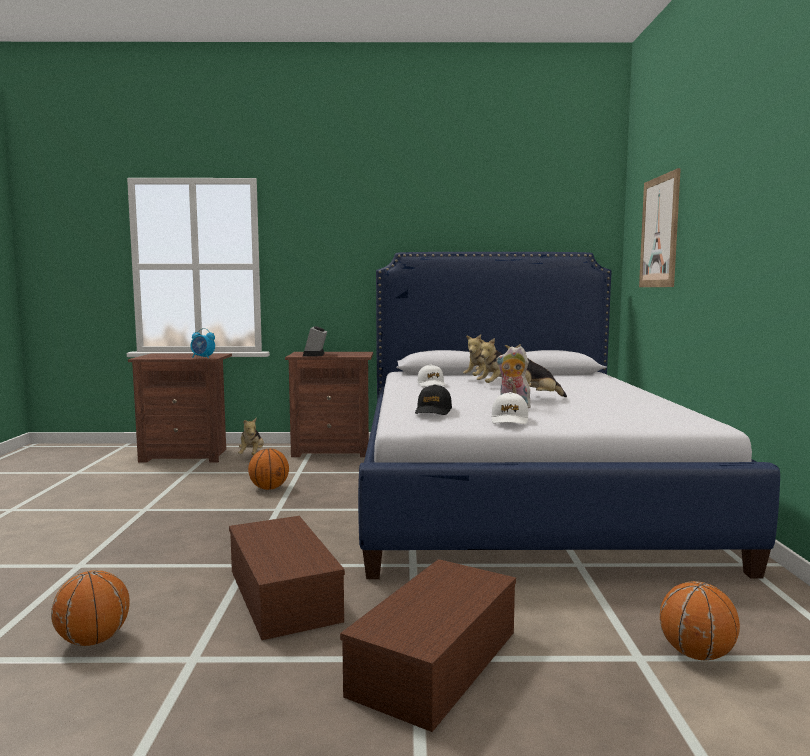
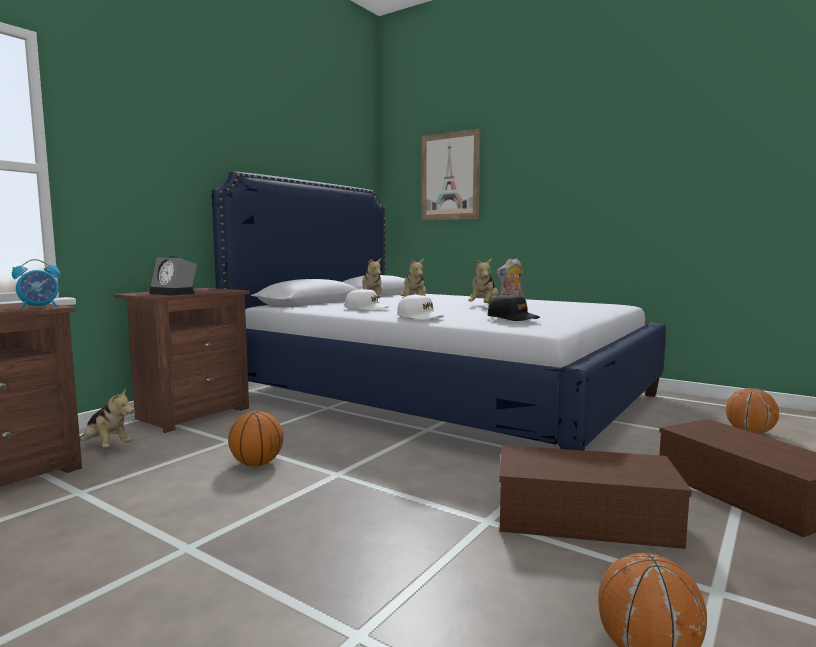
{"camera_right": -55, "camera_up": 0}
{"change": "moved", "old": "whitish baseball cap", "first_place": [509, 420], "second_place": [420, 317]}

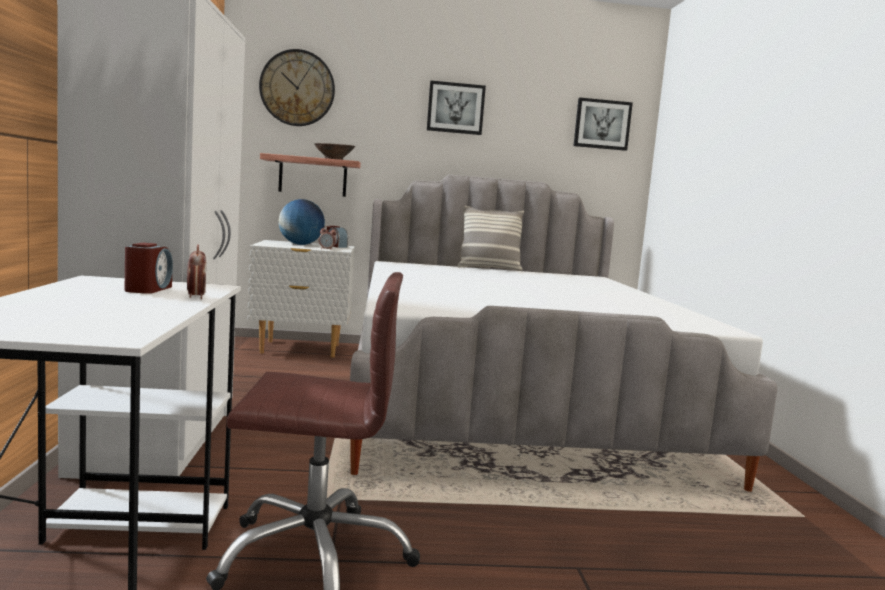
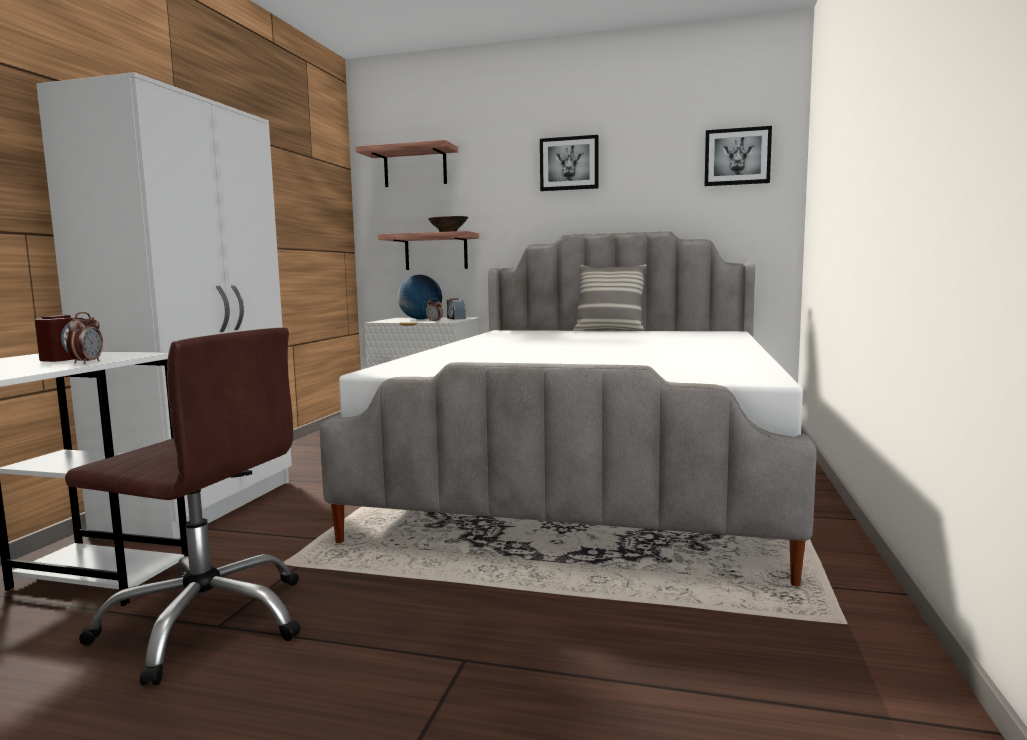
{"camera_right": 20, "camera_up": 0}
{"change": "replaced", "old": "wall clock", "new": "shelf", "first_place": [297, 88], "second_place": [415, 167]}

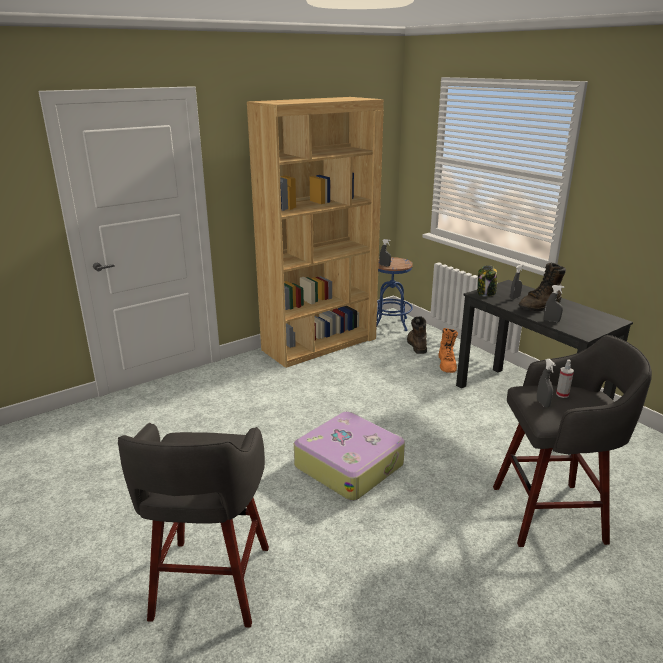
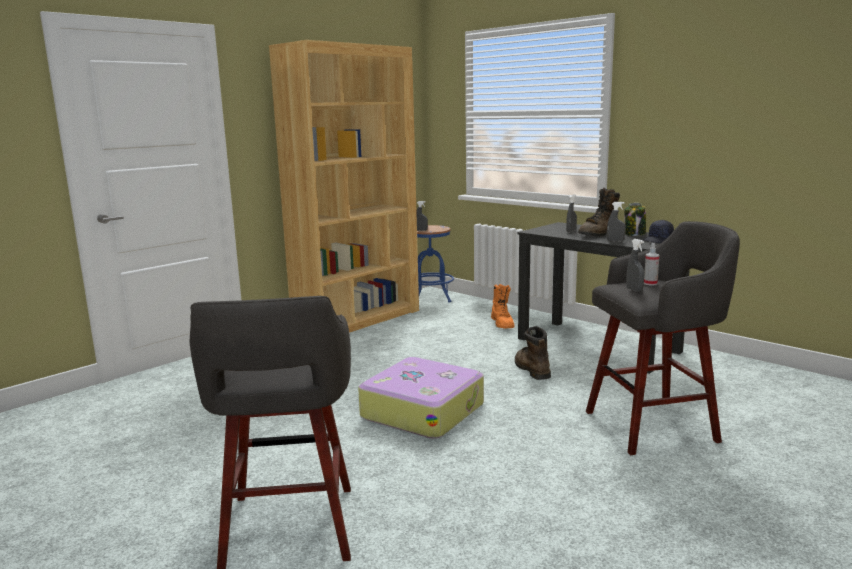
{"camera_right": -10, "camera_up": -10}
{"change": "moved", "old": "jar", "first_place": [486, 293], "second_place": [635, 234]}
{"change": "moved", "old": "brown tall boot", "first_place": [416, 345], "second_place": [531, 369]}
{"change": "added", "new": "blackish baseball cap", "second_place": [658, 240]}

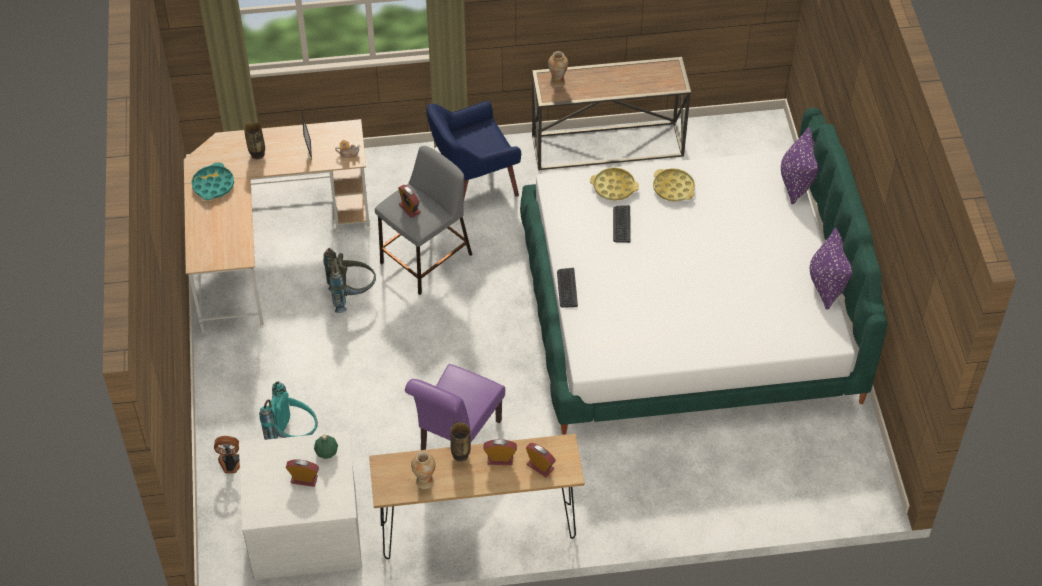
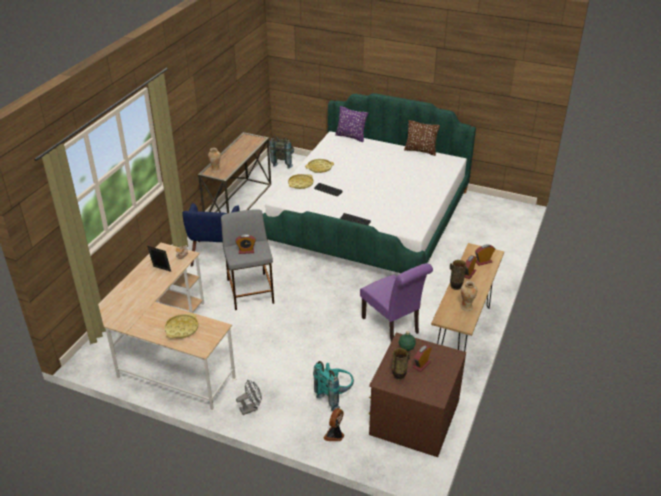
{"camera_right": -60, "camera_up": -15}
{"change": "moved", "old": "flower vase", "first_place": [257, 154], "second_place": [399, 376]}
{"change": "removed", "old": "blue-green tray", "first_place": [213, 185]}
{"change": "recoloured", "old": "purple-coloured pillow", "new": "brown pillow", "first_place": [826, 286], "second_place": [420, 151]}
{"change": "moved", "old": "greyish rucksack", "first_place": [351, 295], "second_place": [283, 162]}
{"change": "recoloured", "old": "whitish dresser", "new": "brown dresser", "first_place": [305, 529], "second_place": [413, 417]}
{"change": "added", "new": "yellowish tray", "second_place": [181, 329]}
{"change": "added", "new": "greyish electric fan", "second_place": [251, 408]}

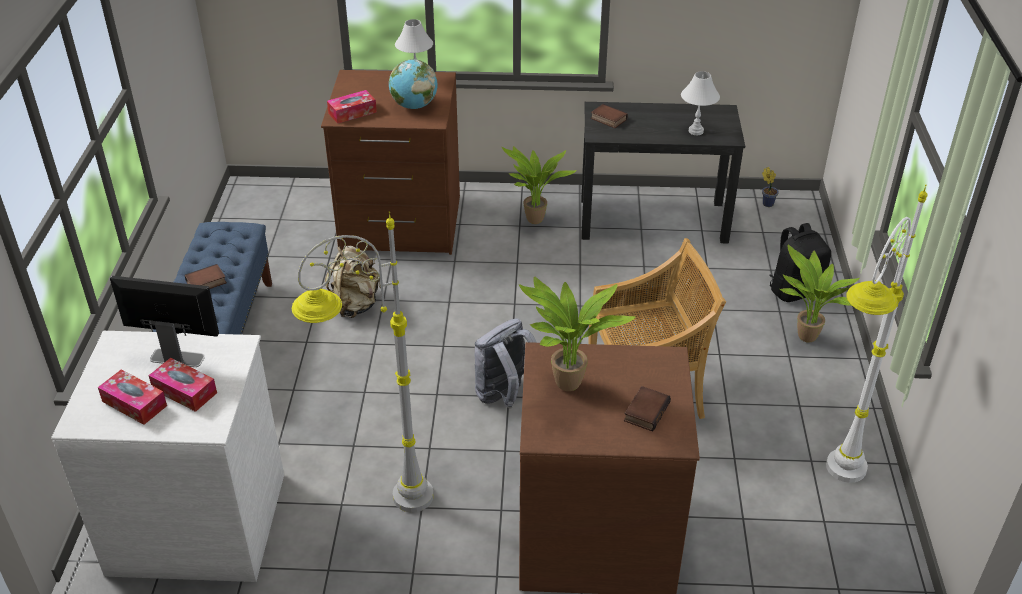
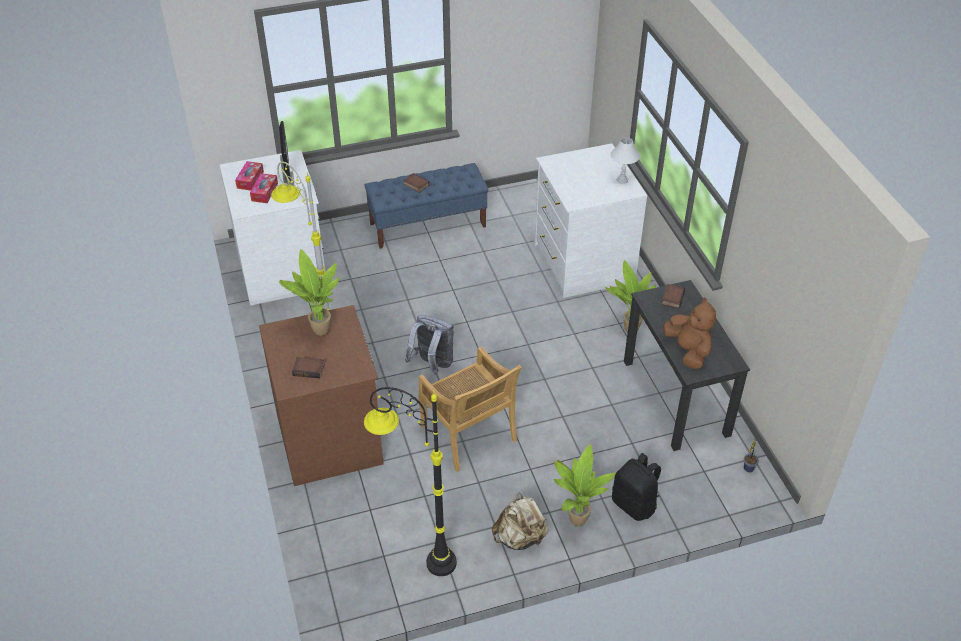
{"camera_right": 70, "camera_up": 5}
{"change": "removed", "old": "desk globe", "first_place": [414, 106]}
{"change": "recoloured", "old": "brown dresser", "new": "whitish dresser", "first_place": [400, 224], "second_place": [582, 263]}
{"change": "replaced", "old": "whitish lamp for a table", "new": "brown cuddly toy", "first_place": [695, 131], "second_place": [688, 351]}
{"change": "removed", "old": "box of tissues", "first_place": [352, 113]}
{"change": "recoloured", "old": "whitish standard lamp", "new": "blackish standard lamp", "first_place": [830, 488], "second_place": [416, 556]}
{"change": "moved", "old": "sand-coloured rucksack", "first_place": [355, 304], "second_place": [520, 538]}

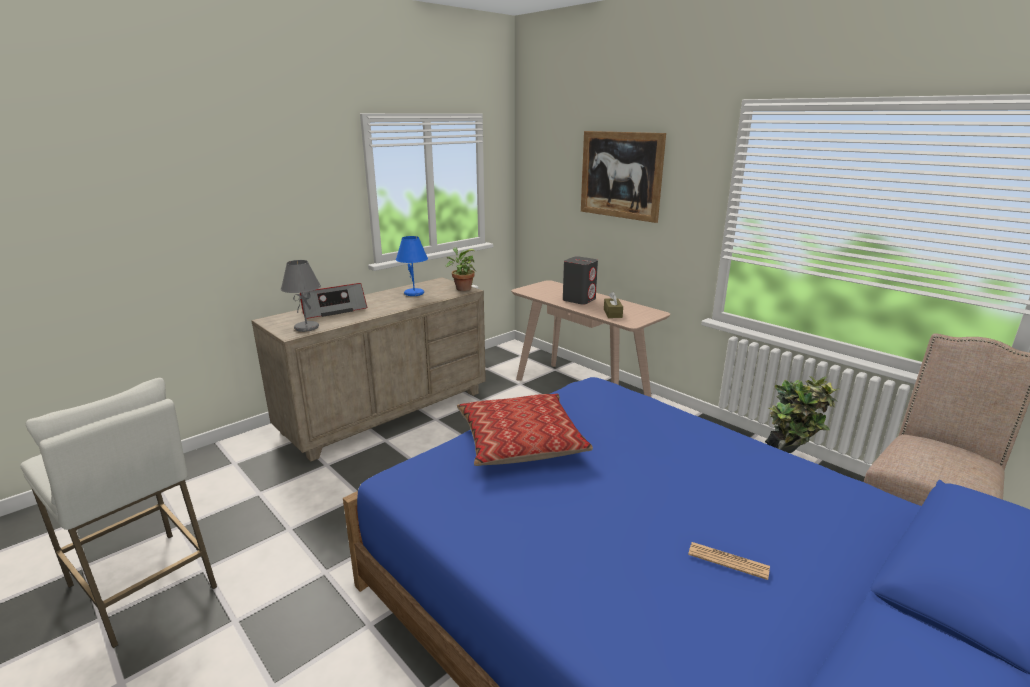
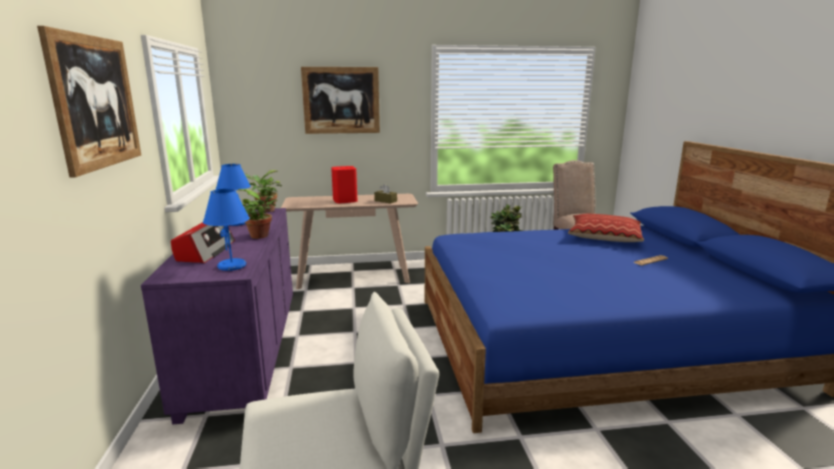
{"camera_right": -55, "camera_up": -5}
{"change": "recoloured", "old": "greyish loudspeaker", "new": "red loudspeaker", "first_place": [579, 300], "second_place": [345, 200]}
{"change": "recoloured", "old": "greyish lamp for a table", "new": "bluish lamp for a table", "first_place": [306, 328], "second_place": [232, 266]}
{"change": "recoloured", "old": "sand-coloured dresser", "new": "purple-coloured dresser", "first_place": [386, 412], "second_place": [244, 354]}
{"change": "moved", "old": "pillow", "first_place": [520, 440], "second_place": [604, 237]}
{"change": "added", "new": "picture", "second_place": [96, 102]}
{"change": "added", "new": "houseplant", "second_place": [262, 236]}

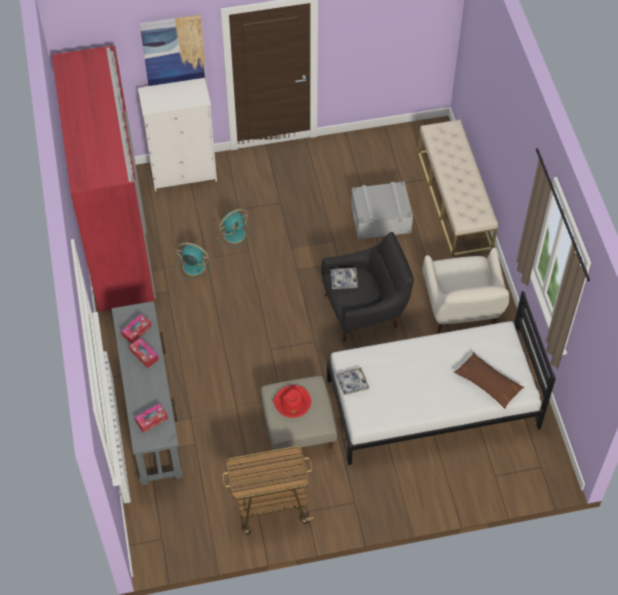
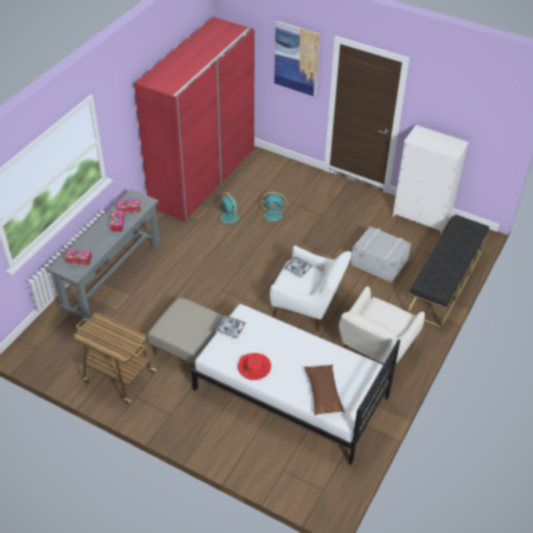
{"camera_right": 40, "camera_up": -10}
{"change": "moved", "old": "whitish dresser", "first_place": [184, 174], "second_place": [422, 217]}
{"change": "recoloured", "old": "sand-coloured indoor bench", "new": "blackish indoor bench", "first_place": [454, 200], "second_place": [445, 282]}
{"change": "recoloured", "old": "blackish lounge chair", "new": "whitish lounge chair", "first_place": [364, 310], "second_place": [308, 307]}
{"change": "moved", "old": "red wearable hat", "first_place": [292, 403], "second_place": [254, 368]}

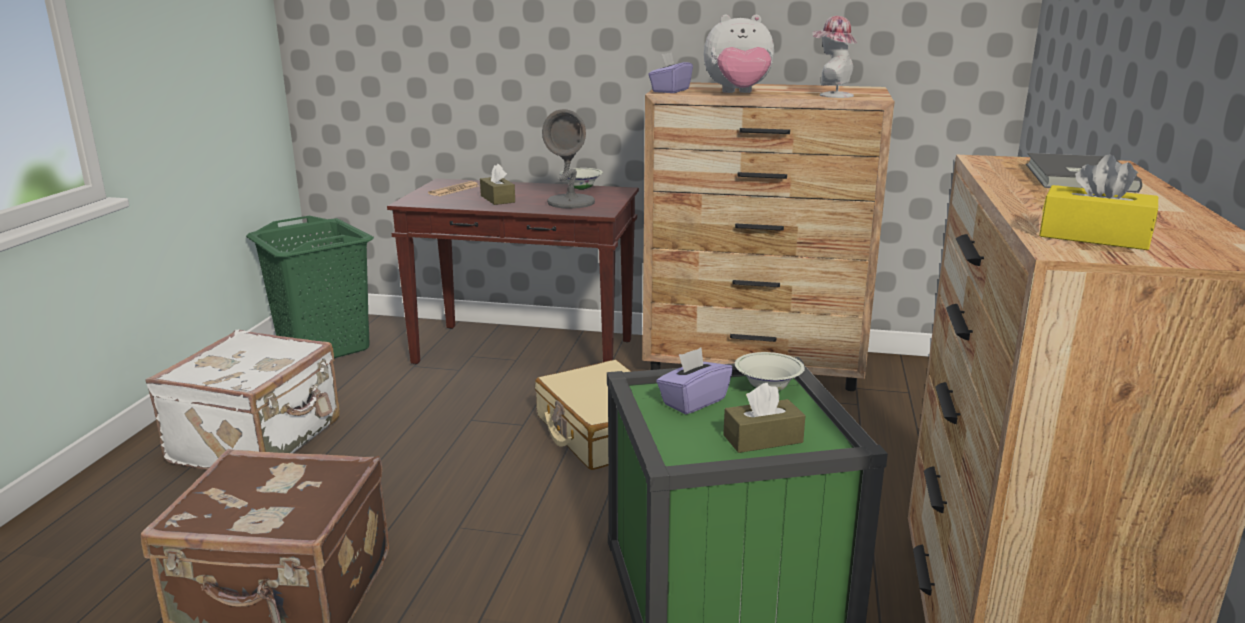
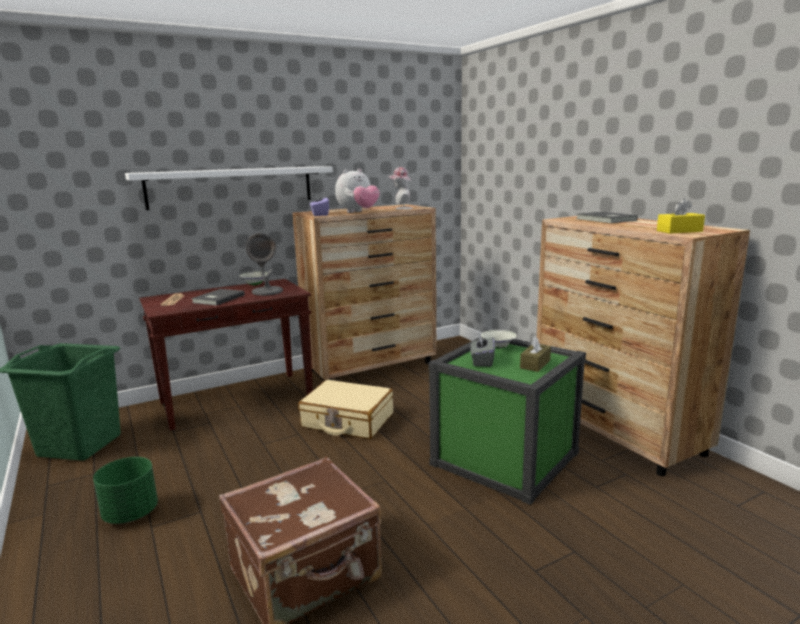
{"camera_right": -40, "camera_up": -5}
{"change": "replaced", "old": "brown box of tissues", "new": "greyish volume", "first_place": [497, 199], "second_place": [217, 299]}
{"change": "replaced", "old": "whitish travel case", "new": "green-coloured flower pot", "first_place": [259, 441], "second_place": [130, 514]}
{"change": "recoloured", "old": "purple-coloured box of tissues", "new": "greyish box of tissues", "first_place": [693, 401], "second_place": [482, 361]}
{"change": "added", "new": "whitish shelf", "second_place": [231, 187]}

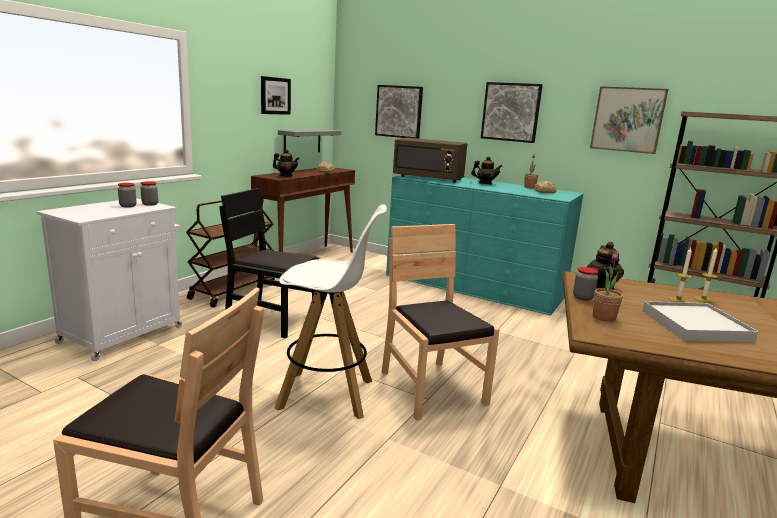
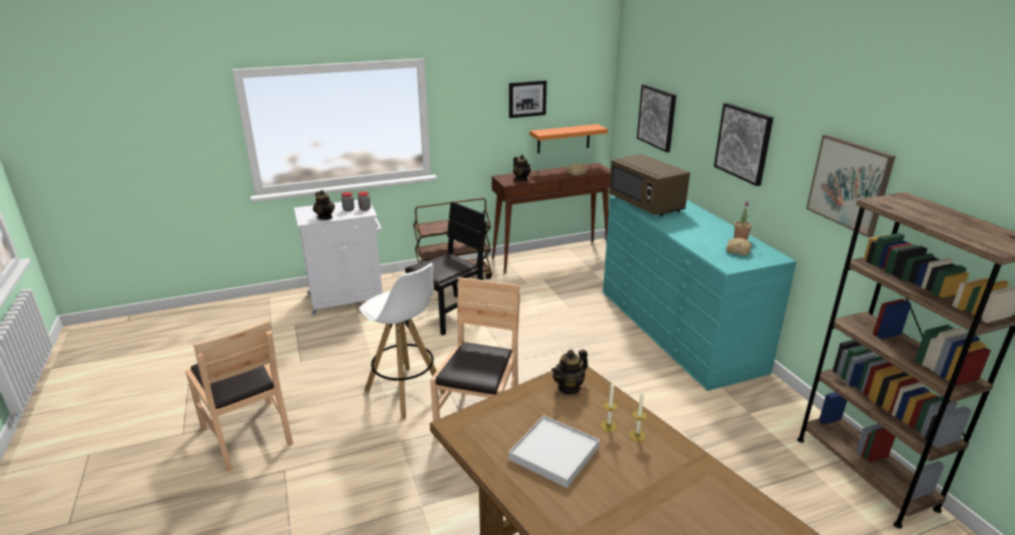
{"camera_right": 40, "camera_up": 10}
{"change": "recoloured", "old": "greyish shelf", "new": "orangey shelf", "first_place": [302, 141], "second_place": [563, 138]}
{"change": "moved", "old": "pot for tea", "first_place": [485, 183], "second_place": [325, 217]}
{"change": "turned", "old": "blackish plain chair", "first_place": [272, 319], "second_place": [448, 314], "degrees": 75}
{"change": "removed", "old": "houseplant", "first_place": [604, 317]}
{"change": "removed", "old": "jar", "first_place": [583, 297]}

